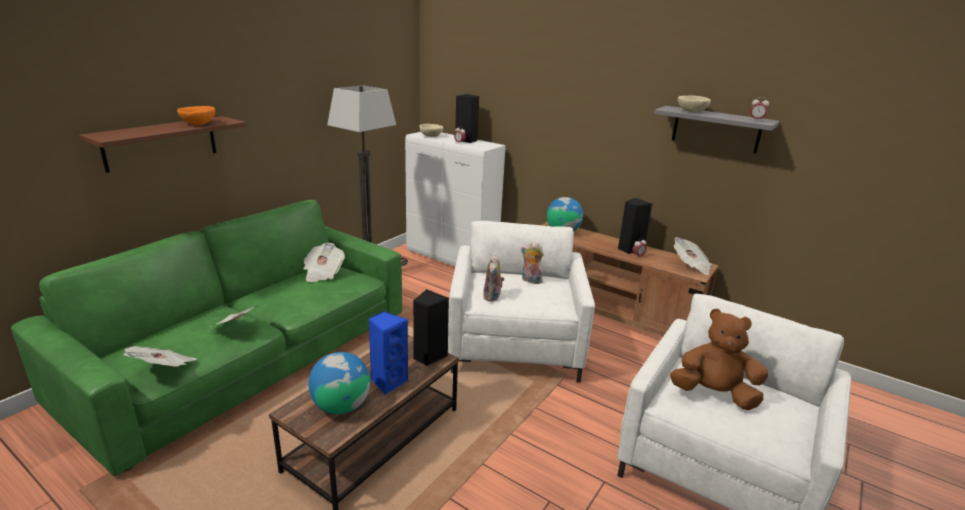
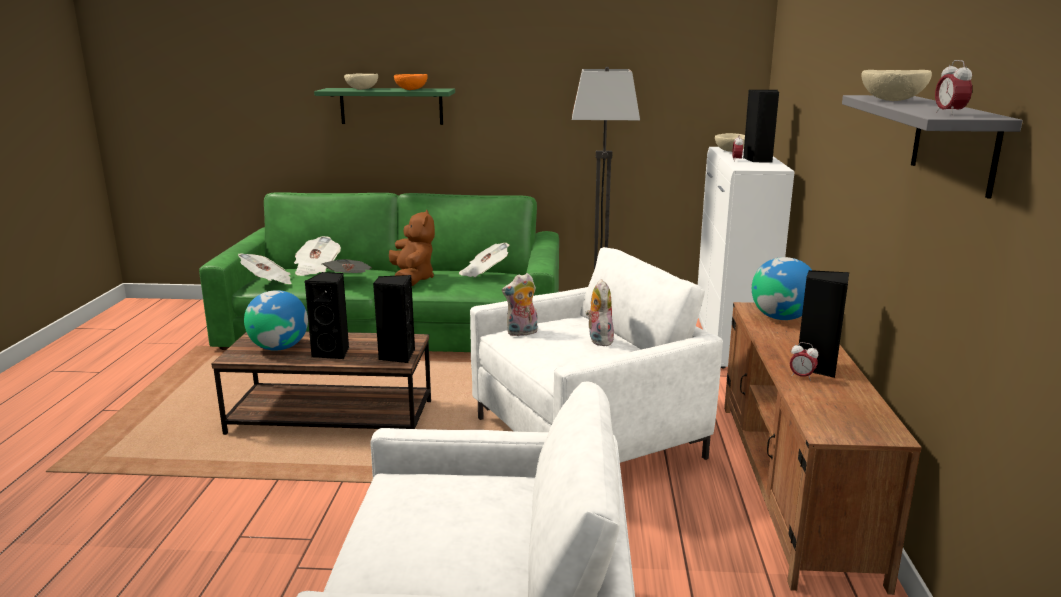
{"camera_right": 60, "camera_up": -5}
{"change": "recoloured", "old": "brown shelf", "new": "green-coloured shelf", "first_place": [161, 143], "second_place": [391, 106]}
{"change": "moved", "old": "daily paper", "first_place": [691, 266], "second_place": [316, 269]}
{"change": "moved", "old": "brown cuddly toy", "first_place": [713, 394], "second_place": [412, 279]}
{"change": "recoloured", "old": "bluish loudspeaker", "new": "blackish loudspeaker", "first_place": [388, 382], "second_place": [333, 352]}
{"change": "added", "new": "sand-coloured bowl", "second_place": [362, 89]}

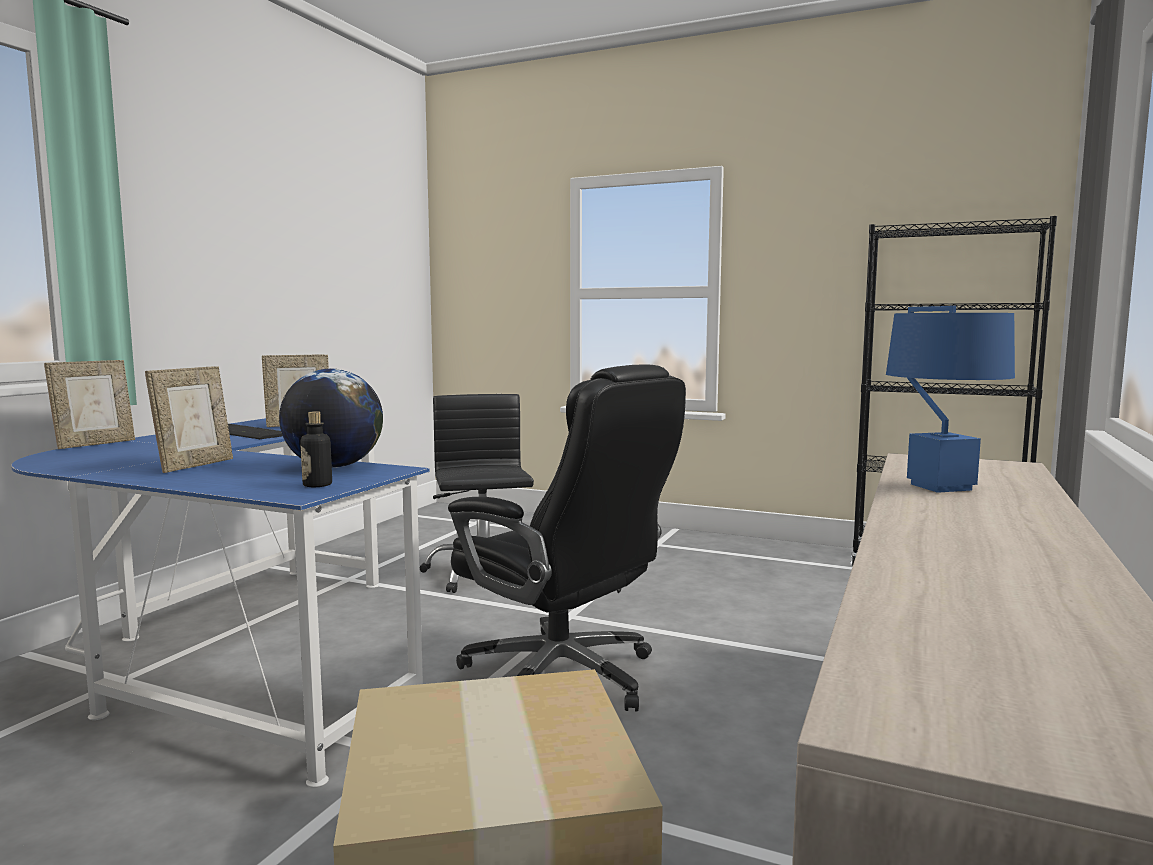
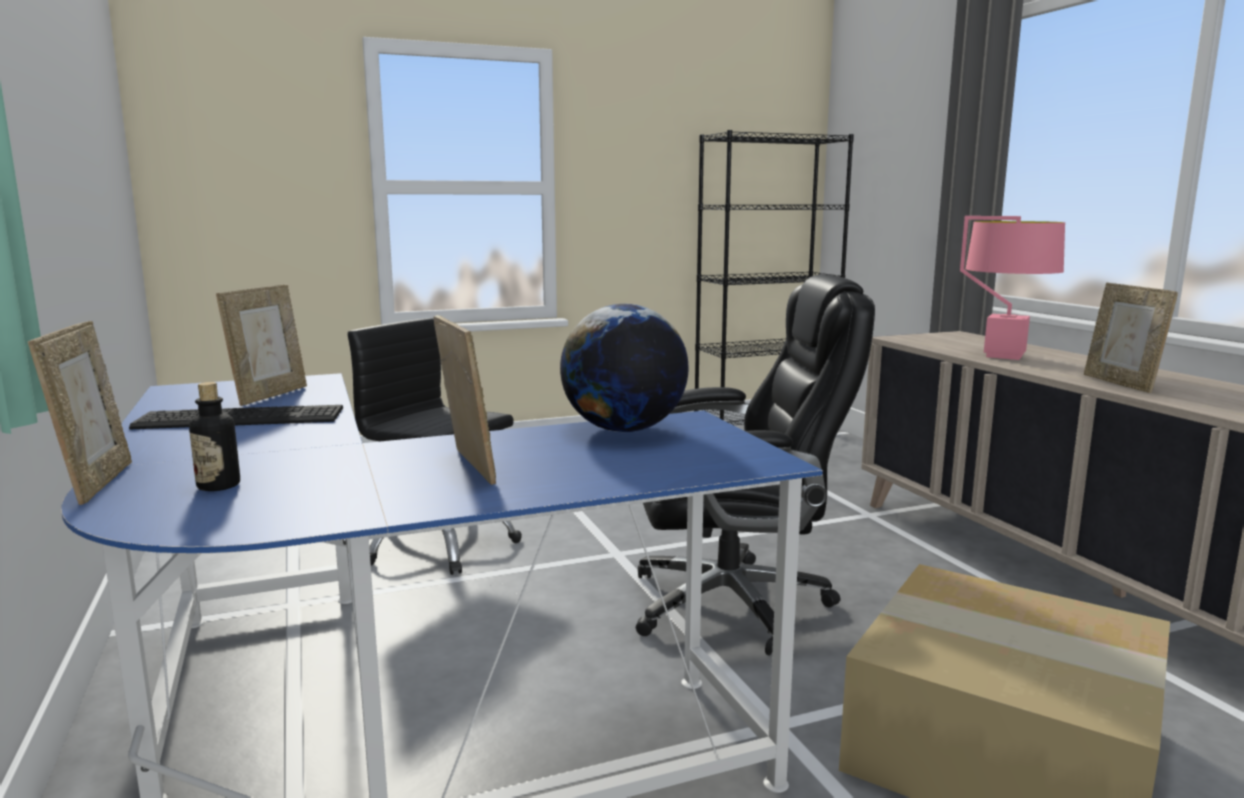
{"camera_right": -45, "camera_up": 5}
{"change": "recoloured", "old": "bluish lamp for a table", "new": "pinkish lamp for a table", "first_place": [940, 487], "second_place": [1003, 356]}
{"change": "moved", "old": "drink bottle", "first_place": [317, 485], "second_place": [218, 486]}
{"change": "added", "new": "picture frame", "second_place": [1121, 383]}

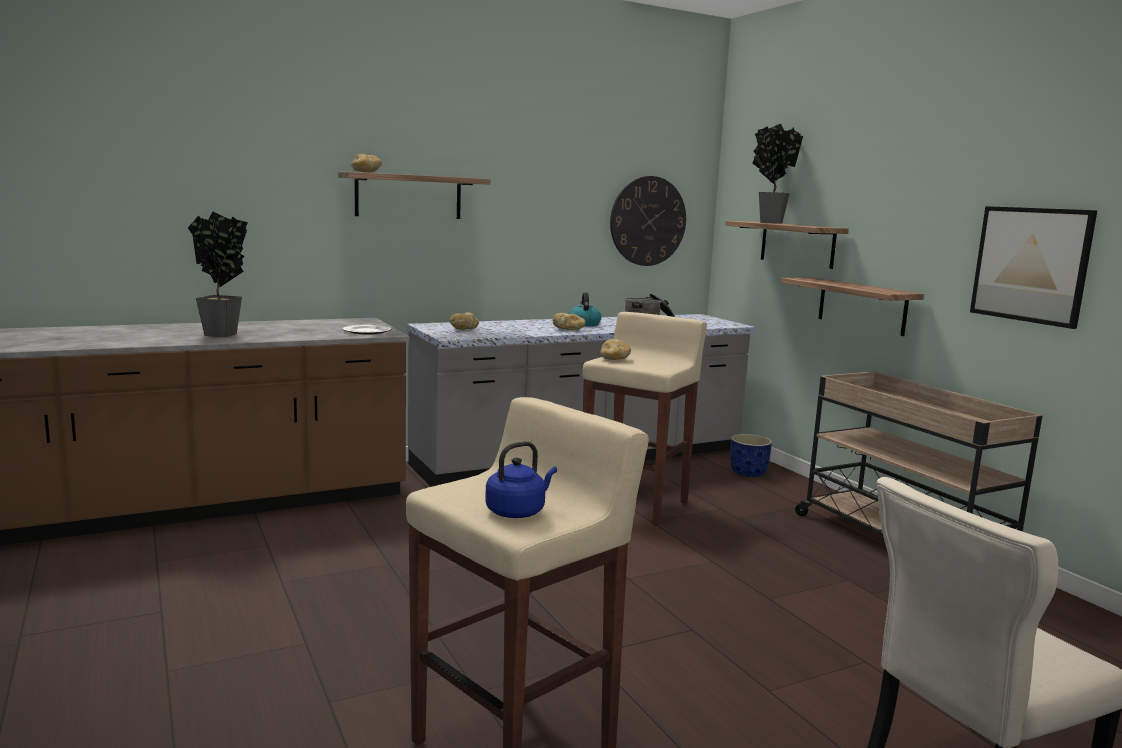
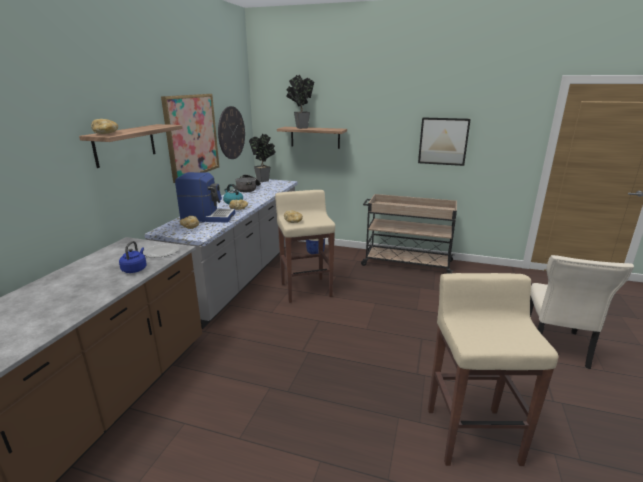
{"camera_right": -45, "camera_up": 10}
{"change": "moved", "old": "houseplant", "first_place": [223, 335], "second_place": [265, 180]}
{"change": "removed", "old": "shelf", "first_place": [861, 306]}
{"change": "moved", "old": "bluish kettle", "first_place": [518, 511], "second_place": [135, 269]}
{"change": "added", "new": "picture", "second_place": [192, 136]}
{"change": "added", "new": "coffee brewer", "second_place": [208, 217]}

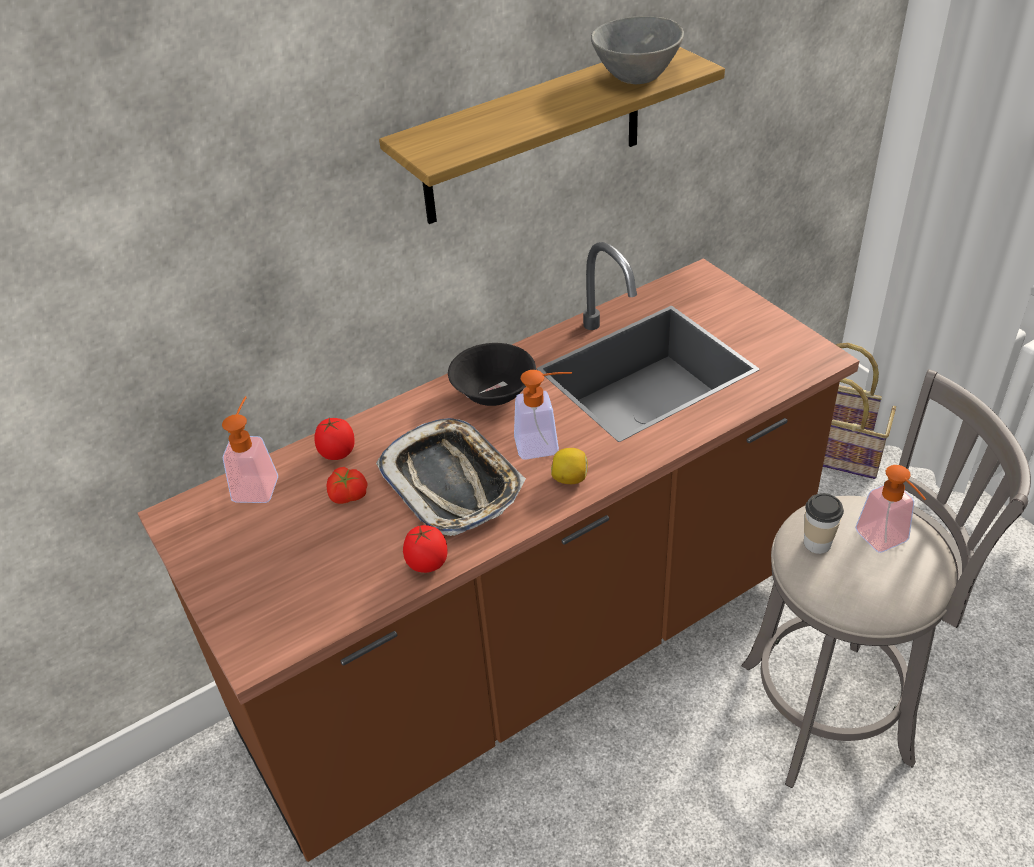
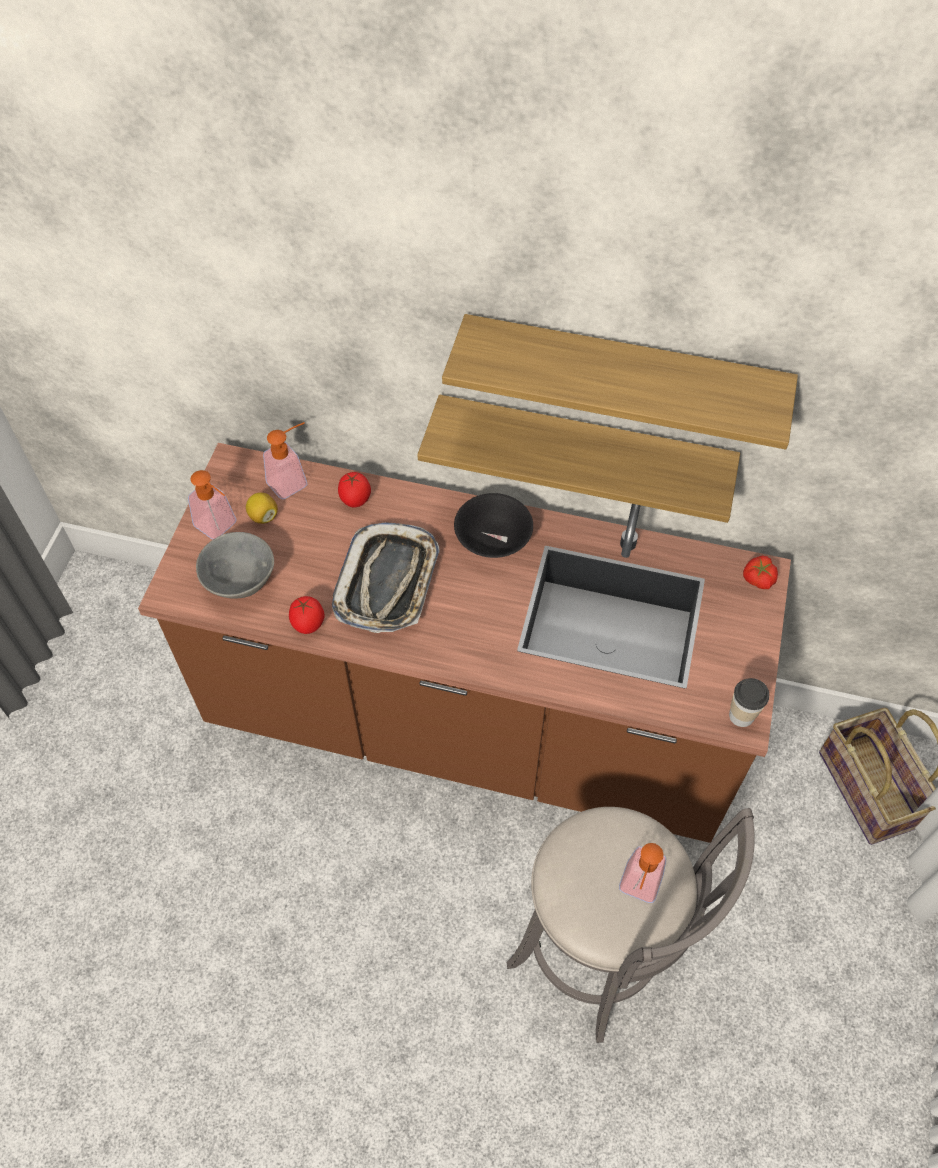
{"camera_right": 45, "camera_up": 15}
{"change": "moved", "old": "greyish bowl", "first_place": [634, 75], "second_place": [241, 580]}
{"change": "moved", "old": "soap bottle", "first_place": [545, 444], "second_place": [220, 527]}
{"change": "moved", "old": "whole lemon", "first_place": [570, 478], "second_place": [263, 516]}
{"change": "moved", "old": "whole tomato", "first_place": [347, 496], "second_place": [757, 579]}
{"change": "moved", "old": "drinking cup", "first_place": [817, 543], "second_place": [741, 715]}
{"change": "added", "new": "shelf", "second_place": [583, 452]}

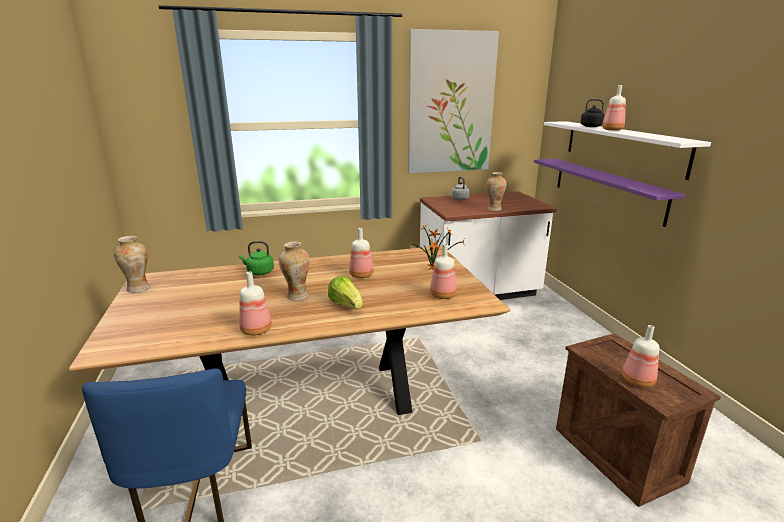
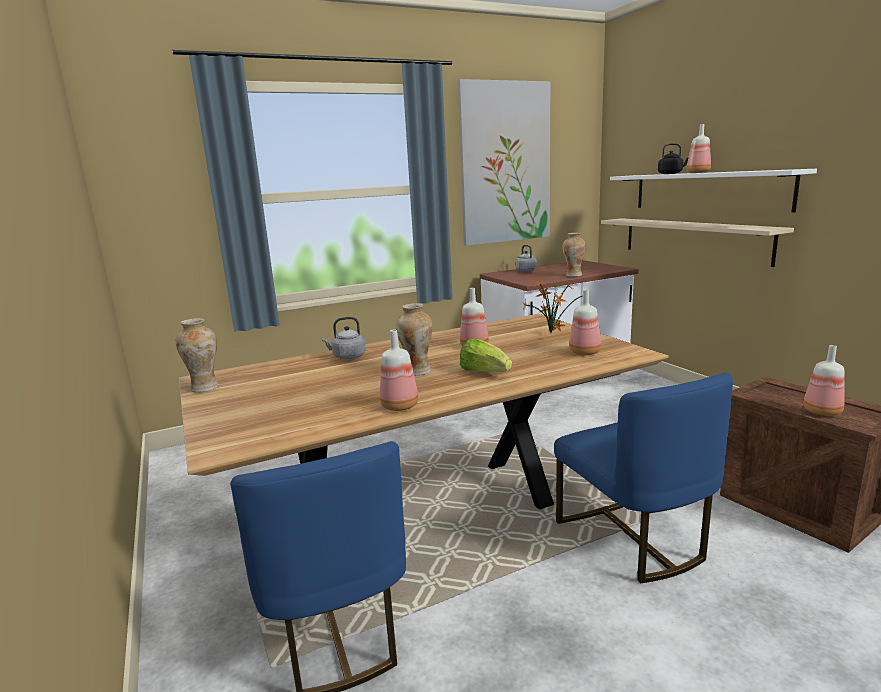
{"camera_right": -10, "camera_up": -5}
{"change": "recoloured", "old": "purple-coloured shelf", "new": "sand-coloured shelf", "first_place": [606, 188], "second_place": [693, 239]}
{"change": "recoloured", "old": "green-coloured kettle", "new": "greyish kettle", "first_place": [259, 272], "second_place": [347, 357]}
{"change": "added", "new": "bluish plain chair", "second_place": [633, 538]}

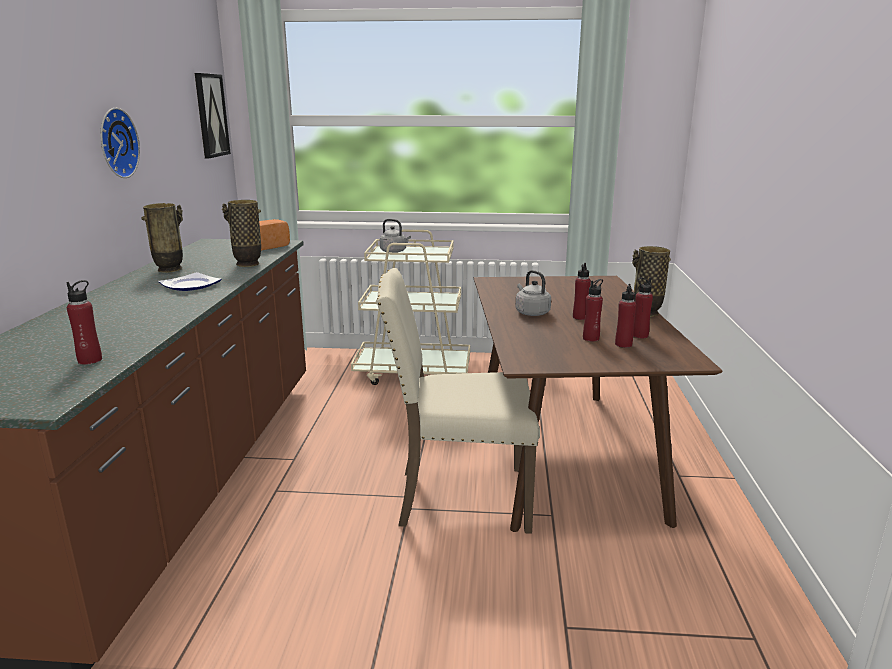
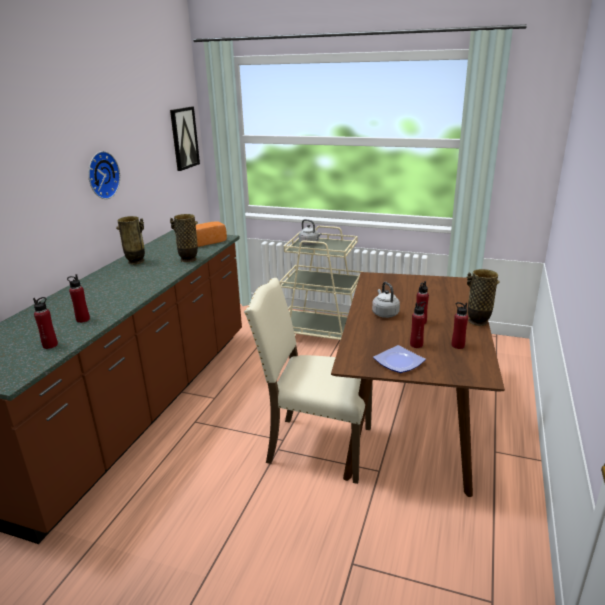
{"camera_right": 15, "camera_up": 5}
{"change": "moved", "old": "dinner plate", "first_place": [189, 286], "second_place": [397, 362]}
{"change": "moved", "old": "red drink bottle", "first_place": [623, 344], "second_place": [83, 319]}

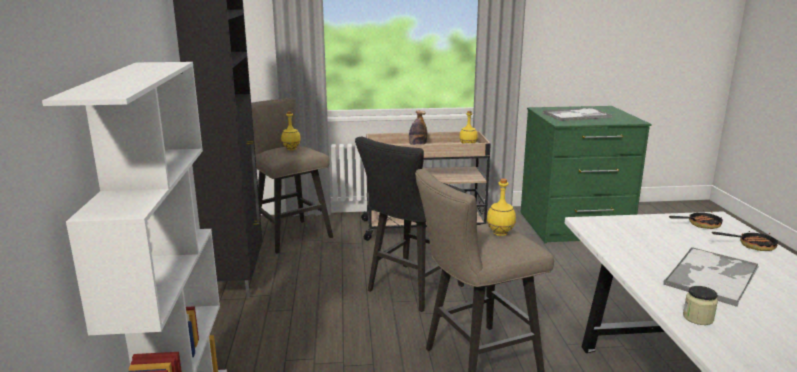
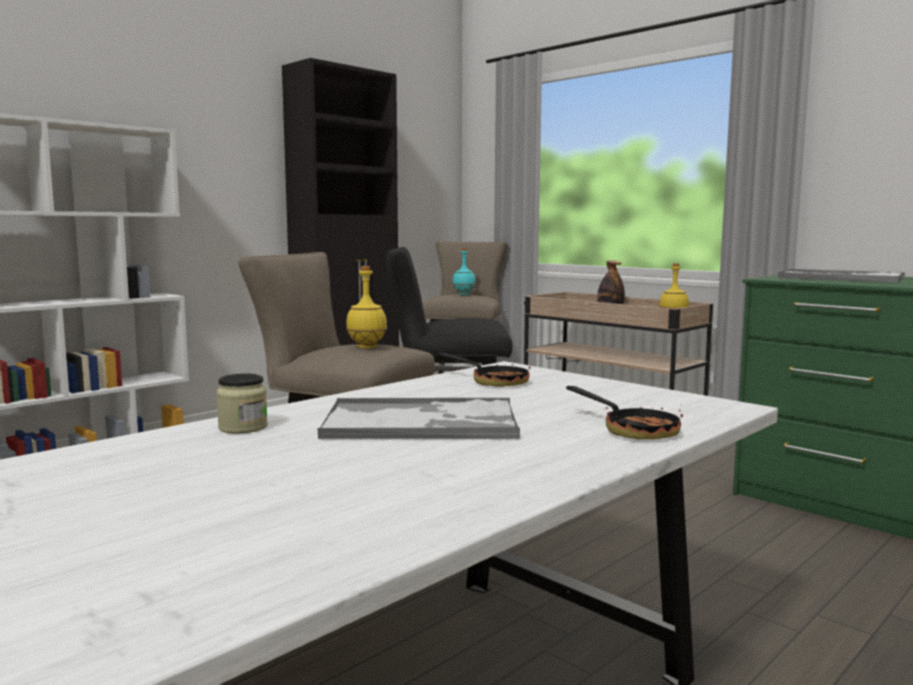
{"camera_right": 50, "camera_up": -10}
{"change": "recoloured", "old": "yellowish drink bottle", "new": "blue-green drink bottle", "first_place": [291, 149], "second_place": [463, 294]}
{"change": "moved", "old": "frying pan", "first_place": [700, 224], "second_place": [493, 381]}

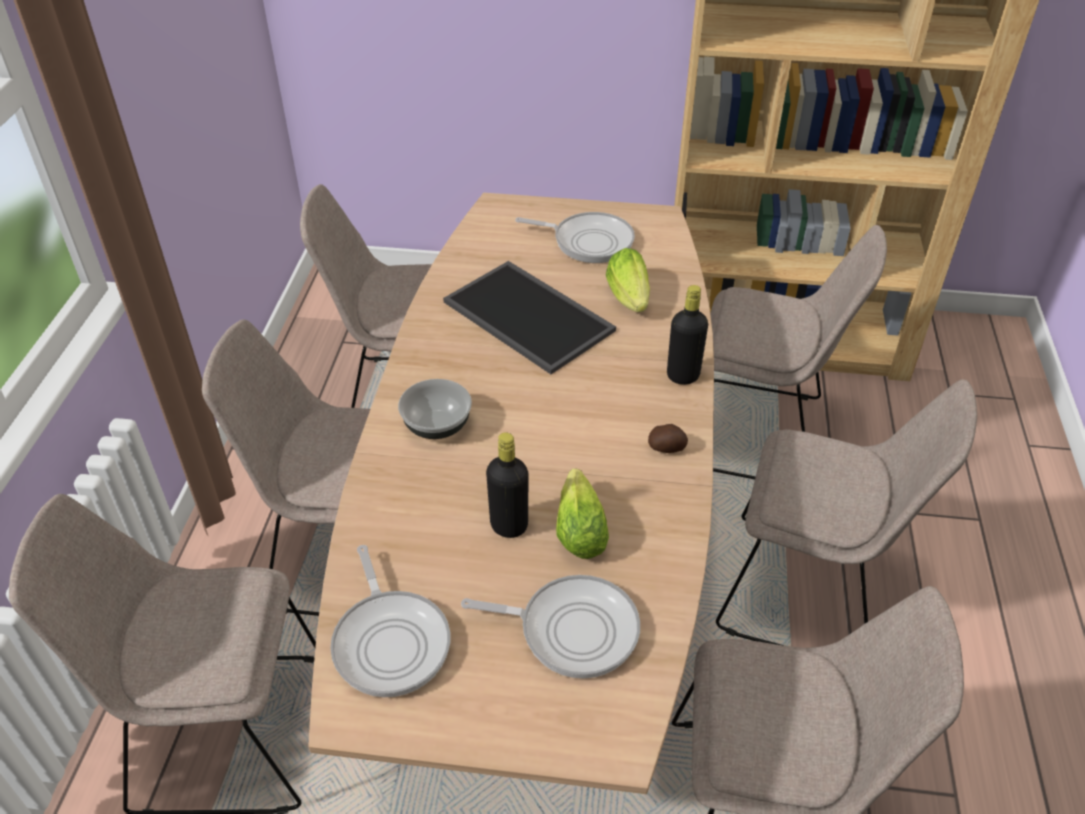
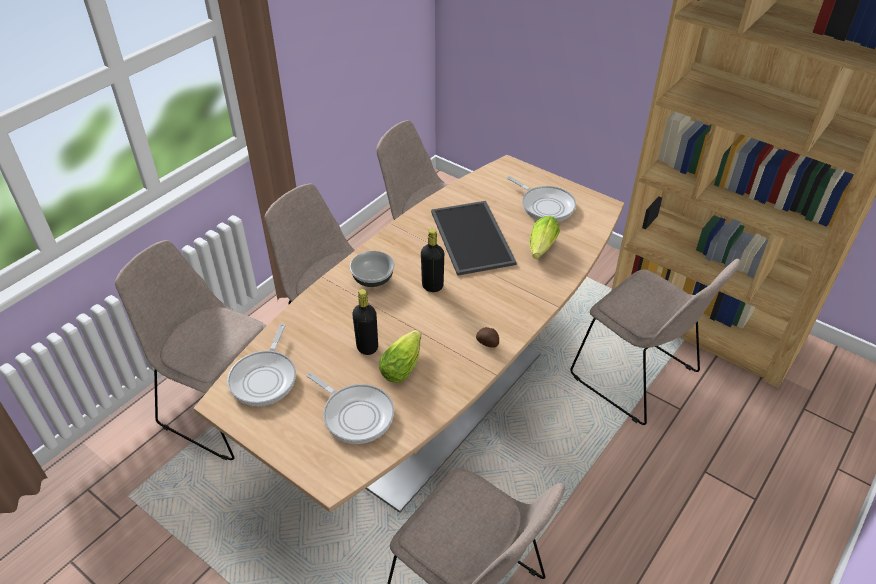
{"camera_right": 30, "camera_up": 0}
{"change": "moved", "old": "blackish drink bottle", "first_place": [683, 376], "second_place": [432, 286]}
{"change": "removed", "old": "sand-coloured plain chair", "first_place": [809, 592]}

